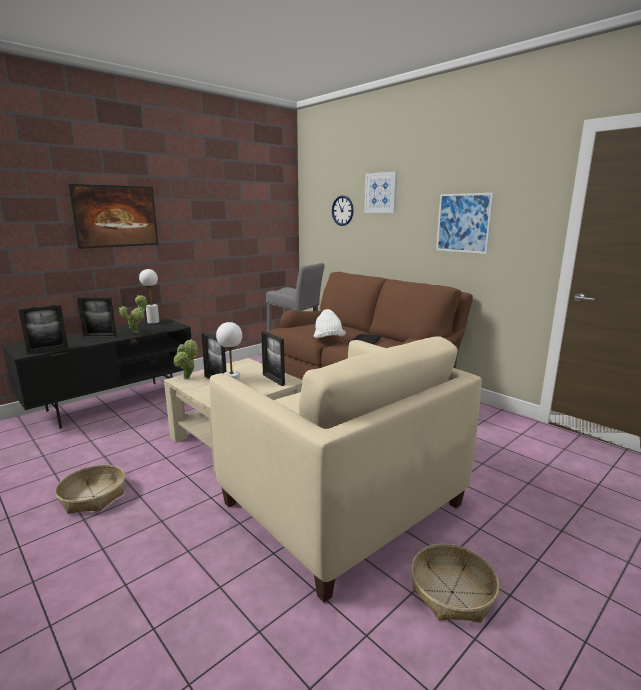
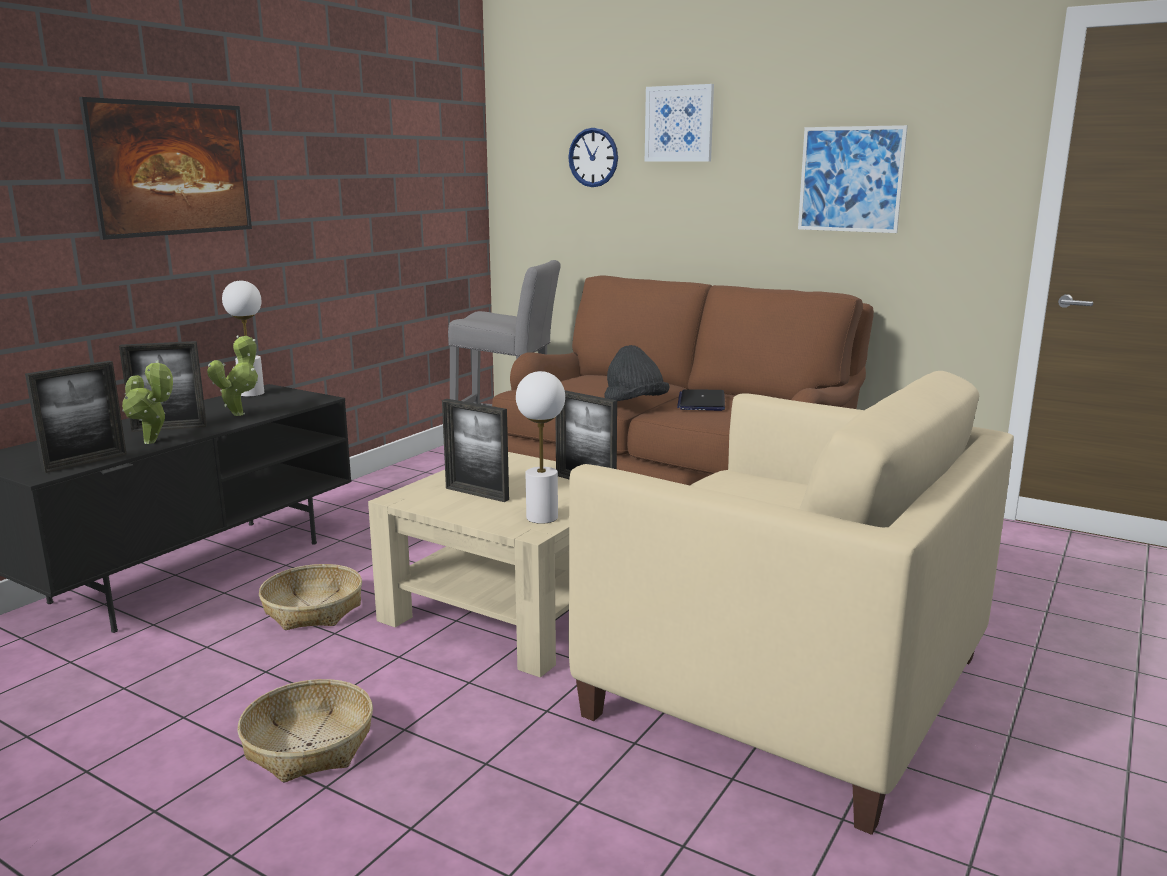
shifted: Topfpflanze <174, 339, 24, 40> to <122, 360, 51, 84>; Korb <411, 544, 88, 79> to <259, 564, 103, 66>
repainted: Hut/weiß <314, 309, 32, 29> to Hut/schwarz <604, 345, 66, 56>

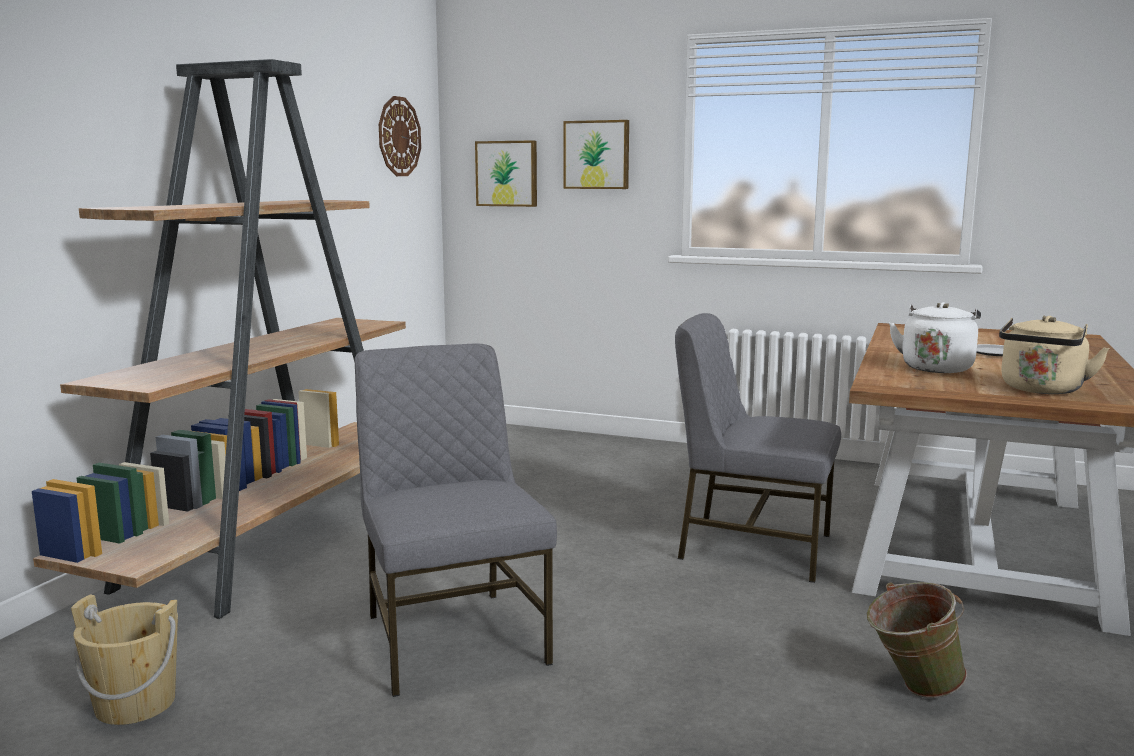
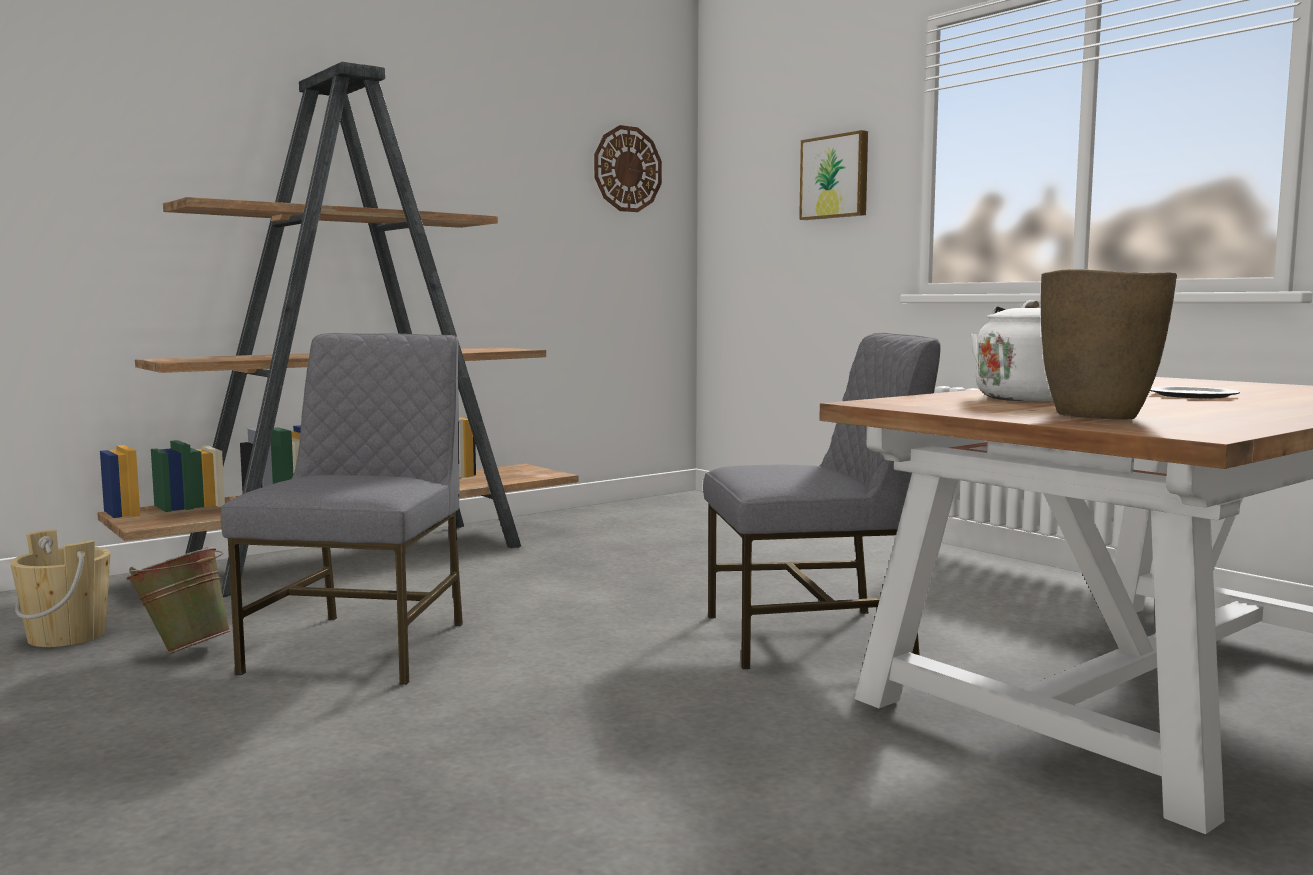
gone: Bild <475, 140, 62, 67>
shifted: Eimer/grün <867, 582, 100, 116> to <126, 547, 105, 107>
swapped: Wasserkessel/beige <999, 316, 111, 78> to Vase/braun <1041, 269, 136, 151>
rotated: Stuhl/grau <675, 313, 166, 270> = <703, 333, 238, 336> 120 degrees clockwise

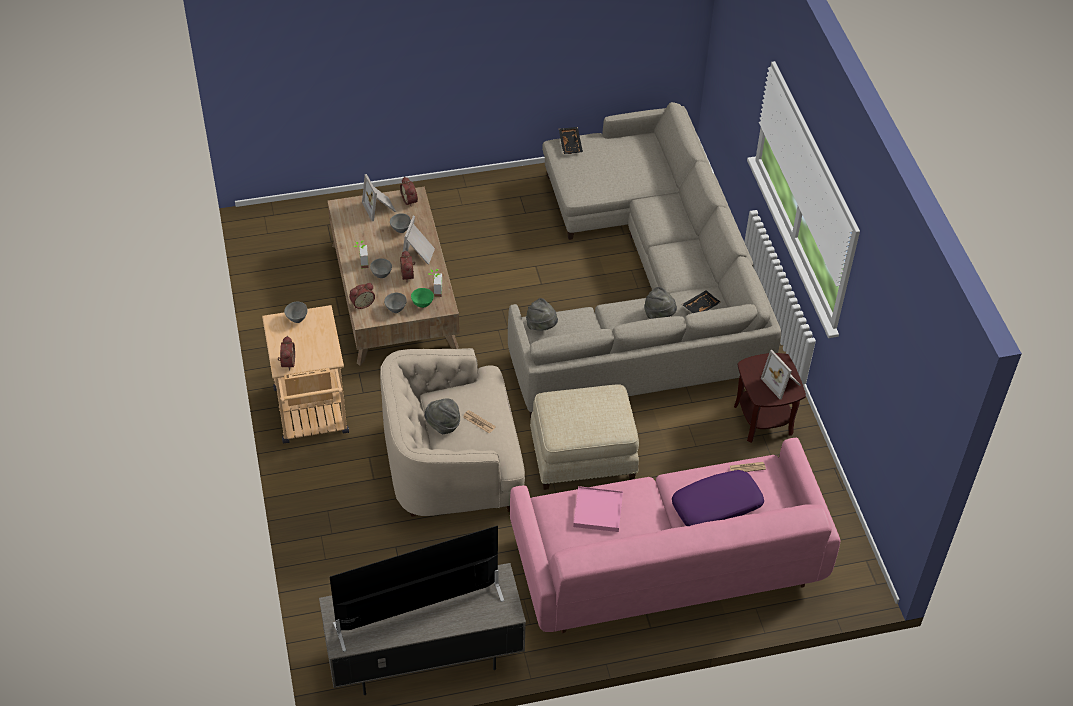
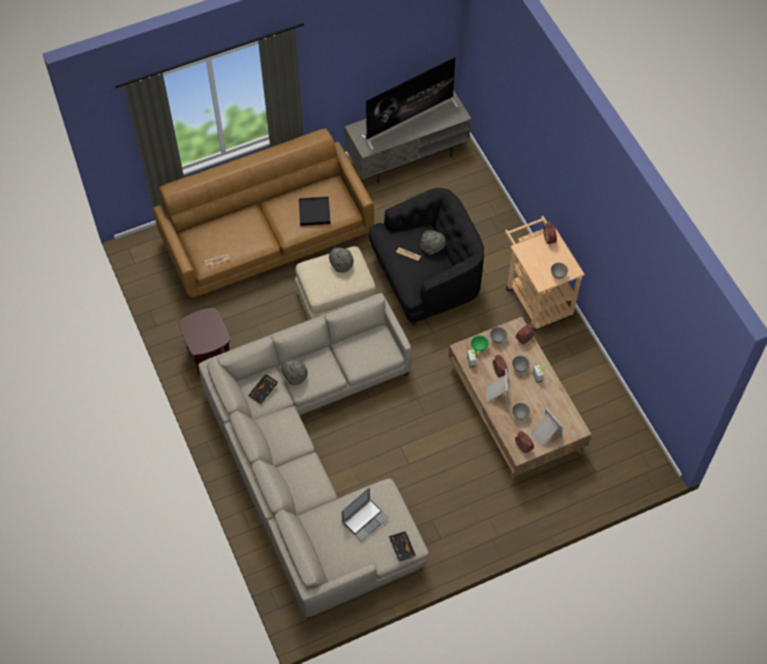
gone: Kissen/lila <672, 470, 92, 56>; Bilderrahmen <761, 350, 40, 50>
new: Laptop <341, 487, 48, 55>
shifted: Hut/grau <526, 298, 32, 33> to <329, 247, 25, 25>
repainted: Sessel/beige <380, 348, 145, 169> to Sessel/schwarz <369, 188, 115, 138>; Sofa/rosa <510, 438, 330, 195> to Sofa/braun <153, 128, 221, 169>; Tablett/rosa <573, 486, 50, 46> to Tablett/schwarz <299, 197, 32, 29>

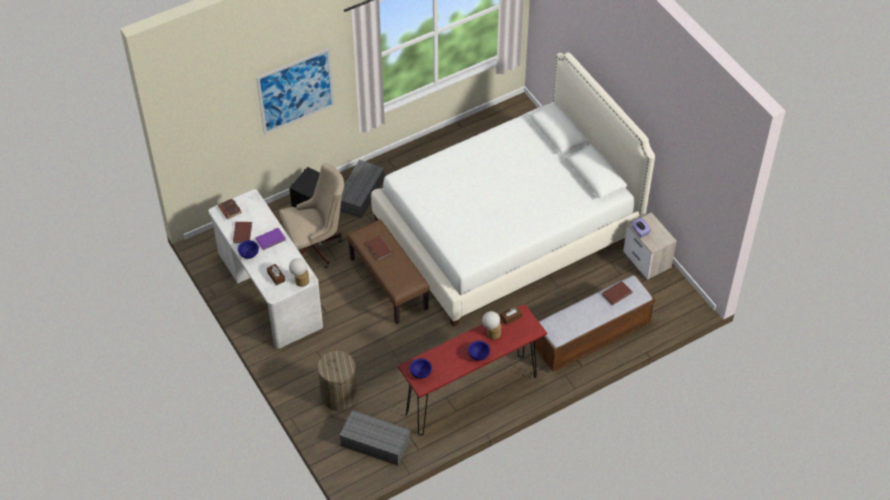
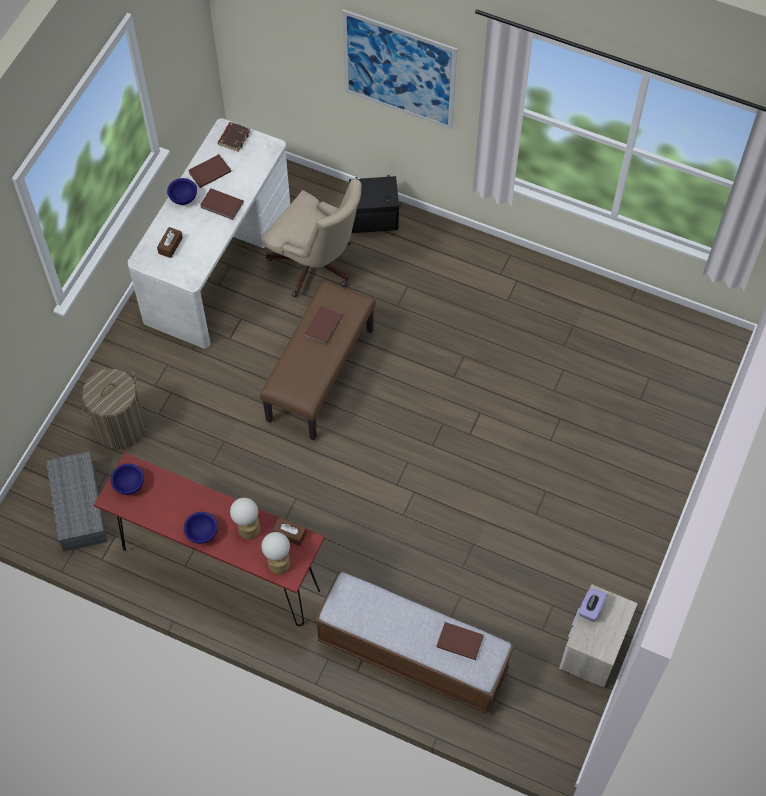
gone: Aufbewahrungsbox/grau <340, 160, 44, 58>; Bett/weiß <371, 53, 284, 274>
shifted: Tischlampe <289, 258, 20, 29> to <262, 532, 28, 43>
repainted: Buch/lila <256, 228, 30, 22> to Buch/braun <200, 188, 43, 32>

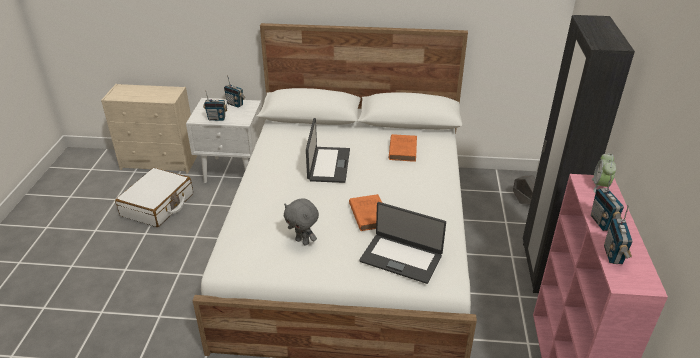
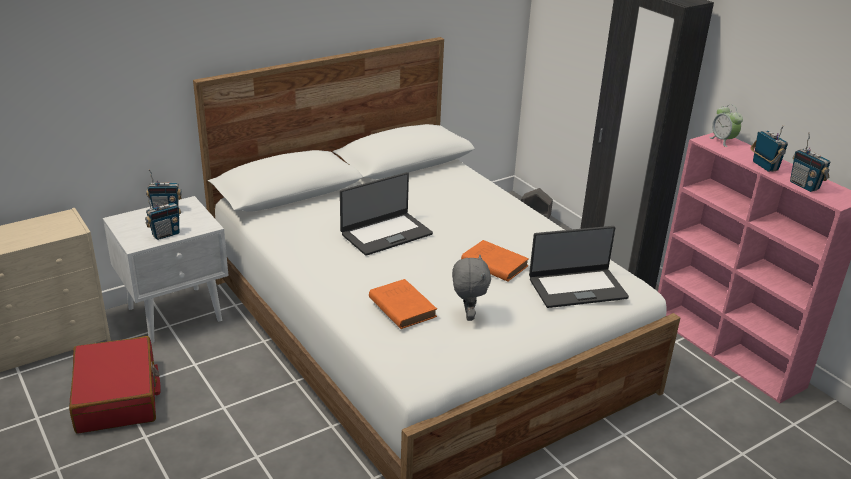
shifted: Buch/orange <389, 134, 28, 28> to <369, 279, 68, 50>
repainted: Koffer/weiß <115, 168, 78, 59> to Koffer/rot <69, 336, 92, 98>
rotated: Plüschtier/grau <284, 198, 35, 48> = <452, 255, 39, 66> 90 degrees counterclockwise; Laptop <306, 118, 44, 65> = <340, 172, 93, 84> 90 degrees clockwise; Radio <591, 174, 33, 57> = <750, 125, 38, 47> 150 degrees counterclockwise

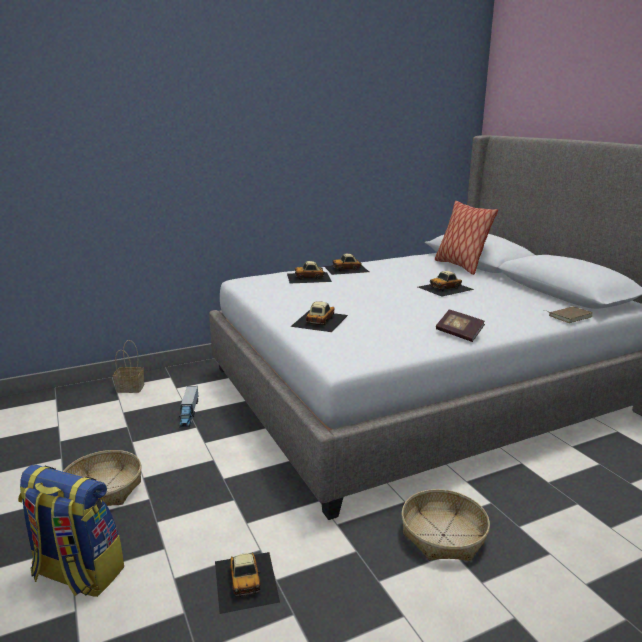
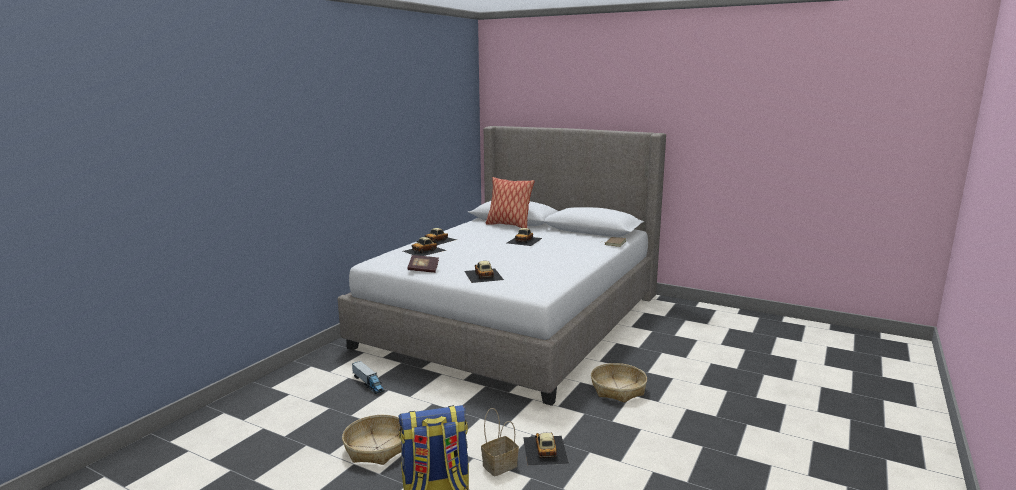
shifted: Korb <113, 340, 31, 53> to <481, 408, 38, 68>; Buch <436, 310, 49, 32> to <407, 255, 32, 18>
rotated: Spielzeugauto <215, 552, 65, 62> = <523, 433, 46, 32> 135 degrees counterclockwise

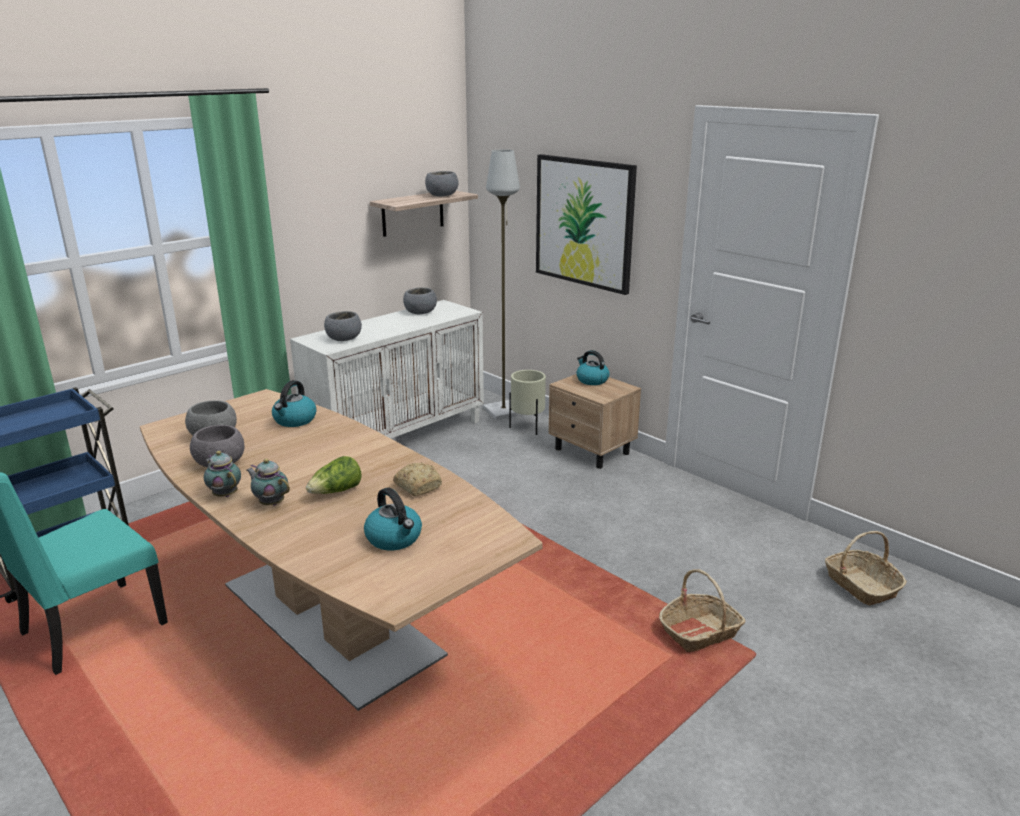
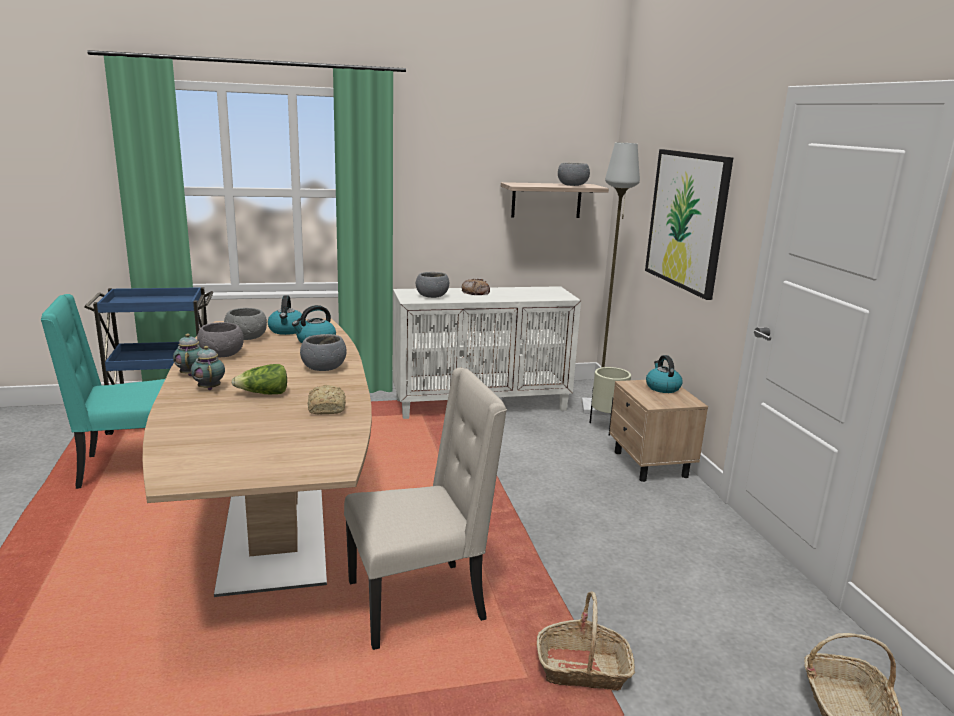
new: Stuhl/beige <344, 368, 163, 282>; Brot <461, 279, 29, 16>
shifted: Wasserkessel <364, 488, 58, 62> to <268, 295, 38, 40>; Schüssel/grau <403, 287, 34, 27> to <300, 334, 47, 37>

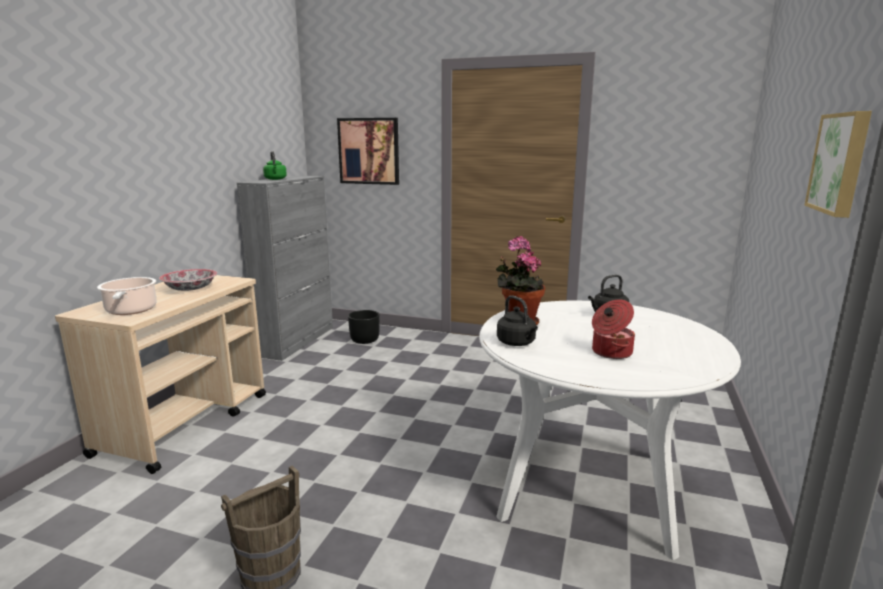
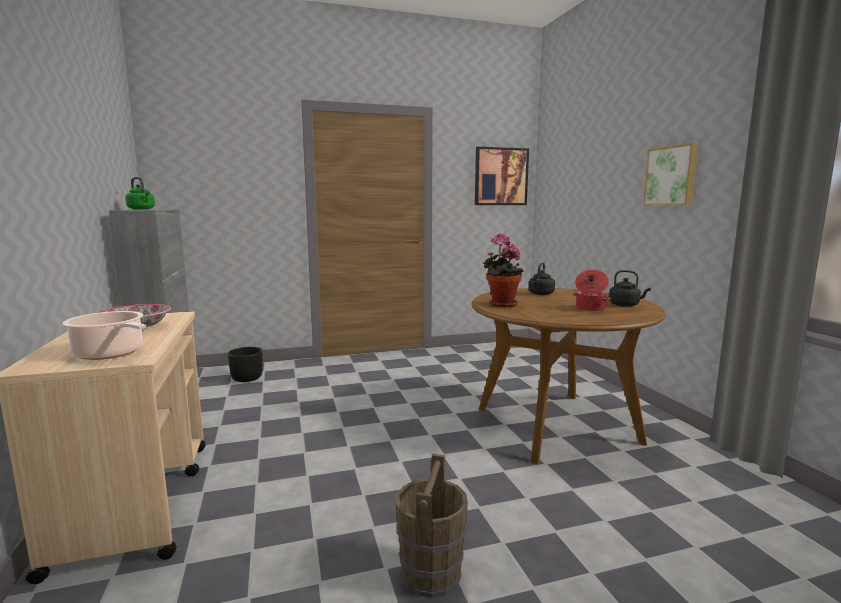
shifted: Bild <337, 118, 62, 67> to <475, 147, 54, 58>; Wasserkessel/schwarz <497, 295, 41, 51> to <609, 270, 42, 37>
repainted: Esstisch/weiß <479, 301, 262, 259> to Esstisch/braun <471, 288, 195, 176>

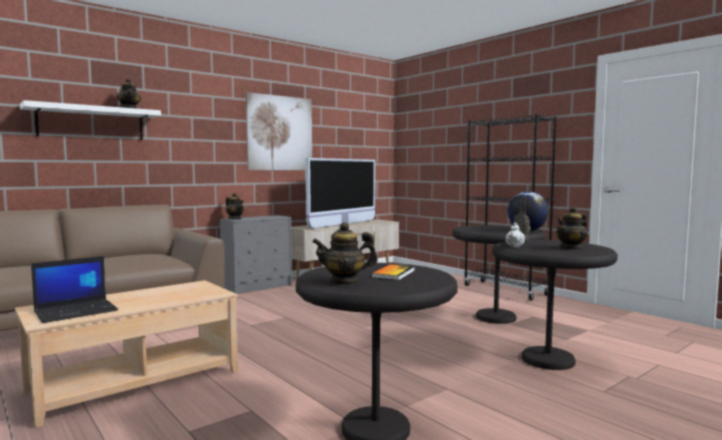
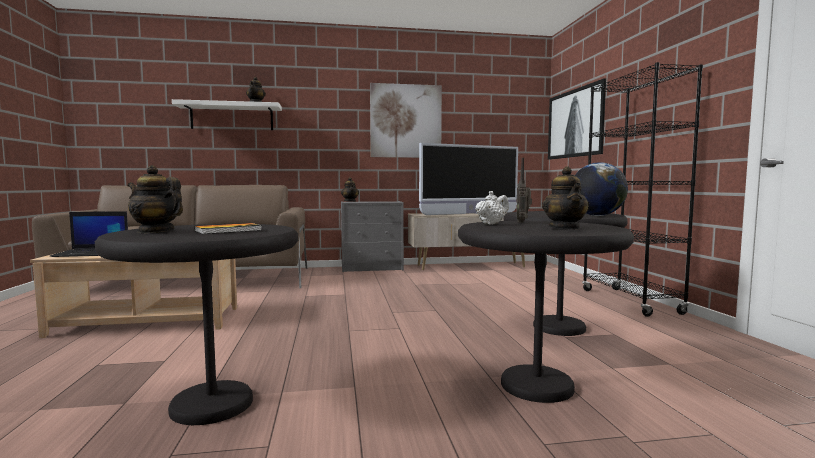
new: Bild <548, 78, 58, 82>
rotated: Teekanne <556, 206, 31, 44> = <542, 167, 47, 63> 90 degrees counterclockwise

